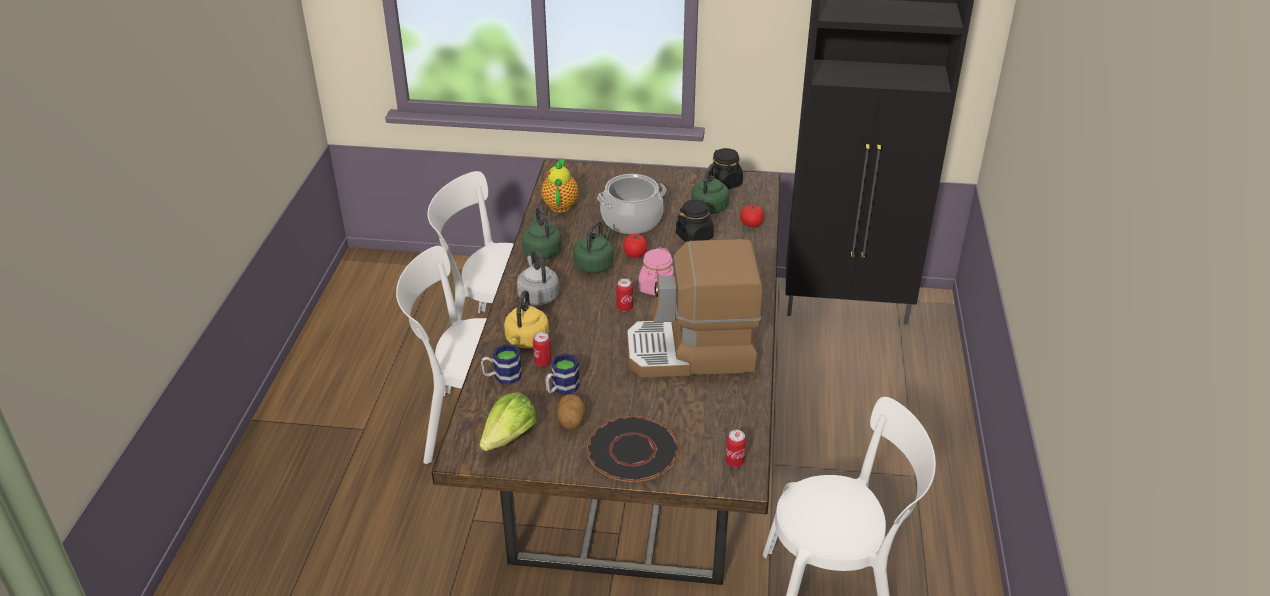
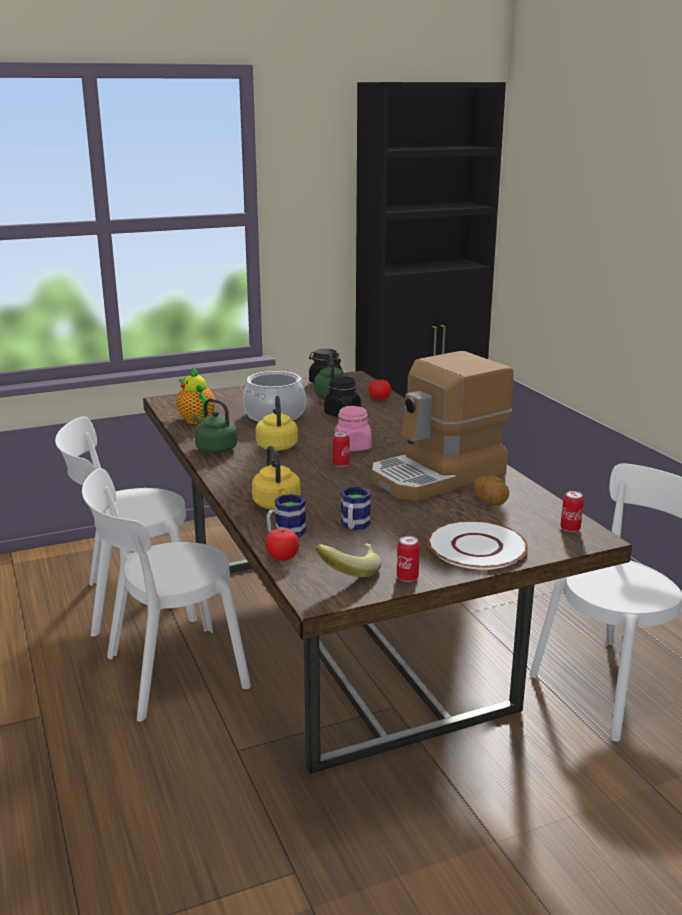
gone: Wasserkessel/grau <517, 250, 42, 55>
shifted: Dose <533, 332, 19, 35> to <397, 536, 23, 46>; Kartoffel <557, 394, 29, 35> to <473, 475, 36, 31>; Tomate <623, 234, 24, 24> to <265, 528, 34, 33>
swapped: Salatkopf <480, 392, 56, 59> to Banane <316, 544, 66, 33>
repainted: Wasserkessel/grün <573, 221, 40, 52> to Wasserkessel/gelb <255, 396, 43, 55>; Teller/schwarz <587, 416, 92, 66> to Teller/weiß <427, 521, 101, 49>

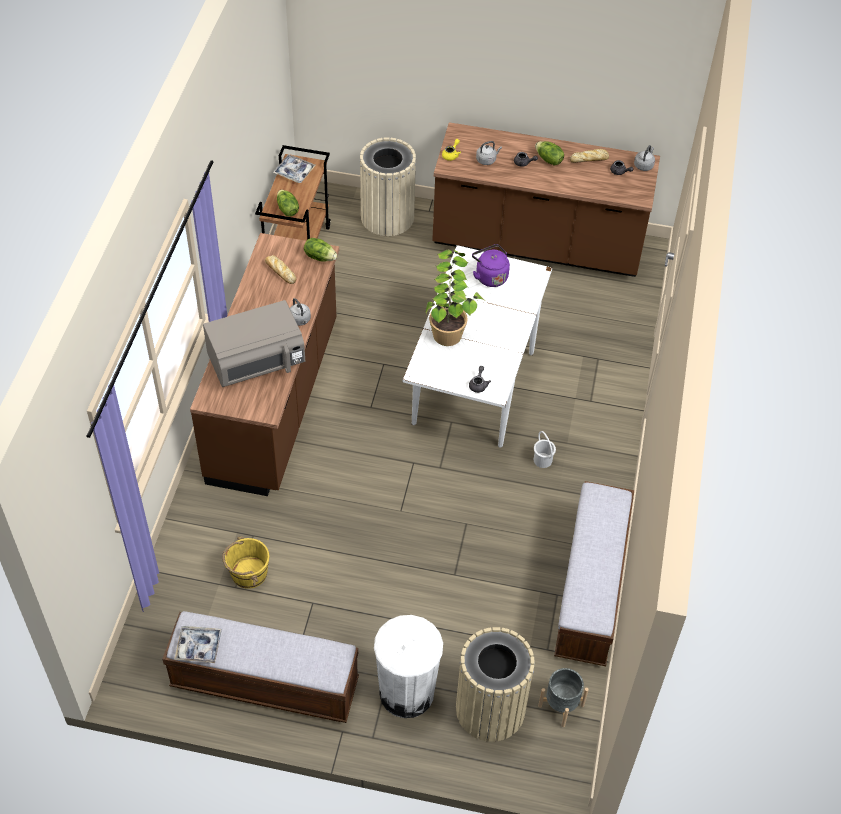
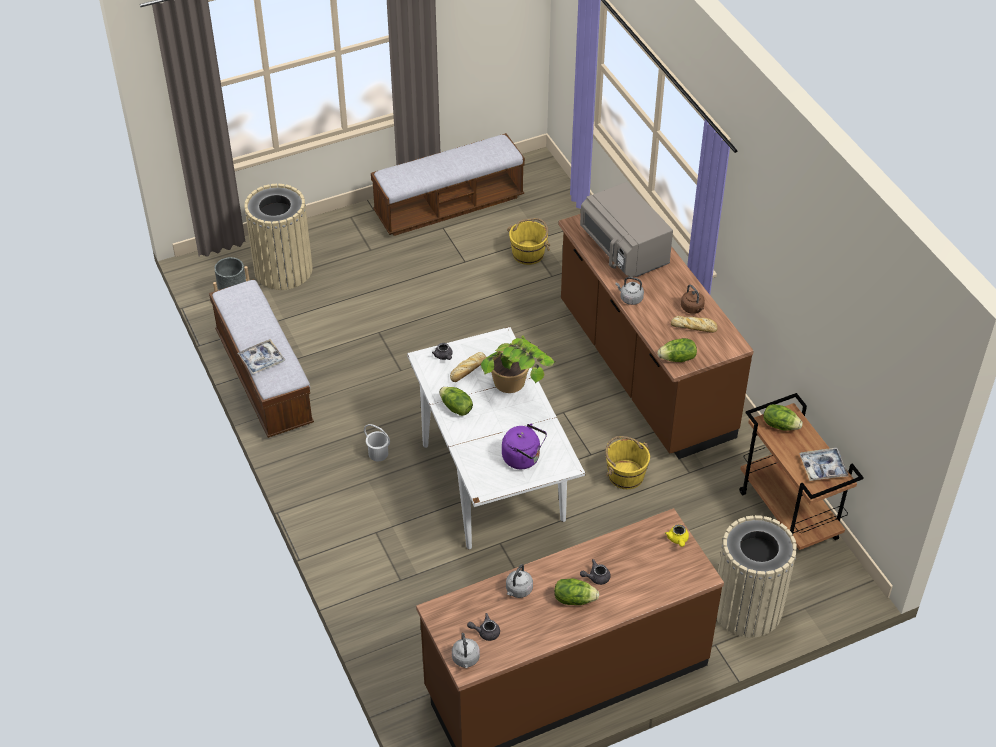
gone: Mülleimer/weiß <374, 615, 69, 103>
new: Salatkopf <439, 387, 34, 29>; Eimer/gelb <605, 436, 45, 53>; Wasserkessel/braun <681, 285, 24, 29>
shifted: Tablett <174, 626, 48, 37> to <238, 339, 47, 36>; Wasserkessel/grau <476, 141, 26, 24> to <506, 564, 27, 34>; Brot <570, 149, 39, 14> to <450, 352, 36, 30>
rotated: Mikrowelle/grau <203, 300, 102, 87> = <580, 182, 93, 95> 60 degrees counterclockwise

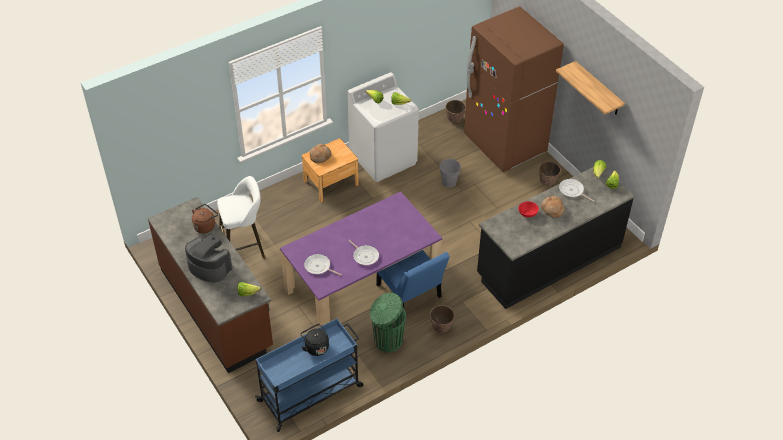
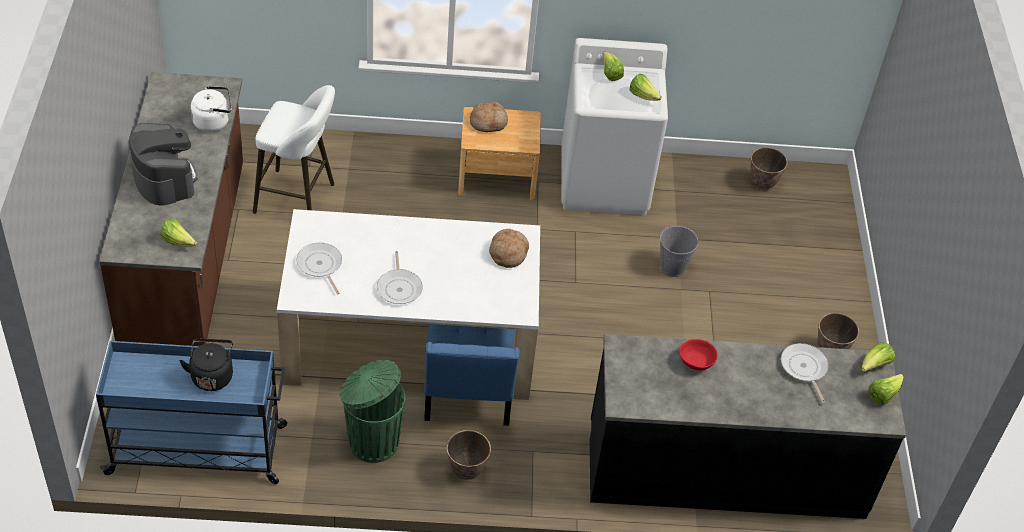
gone: Kühlschrank/braun <464, 6, 100, 166>; Wandregal <556, 61, 69, 54>
shifted: Brot <541, 196, 24, 22> to <489, 229, 40, 39>
repainted: Wasserkessel/braun <192, 204, 26, 29> to Wasserkessel/weiß <190, 86, 42, 46>; Esstisch/lila <280, 192, 162, 136> to Esstisch/weiß <277, 209, 263, 191>

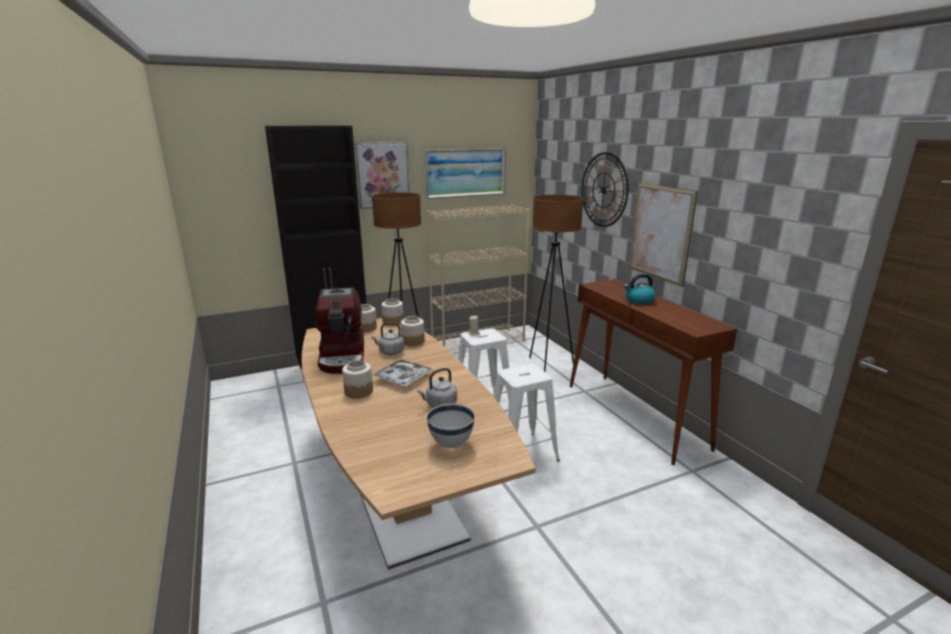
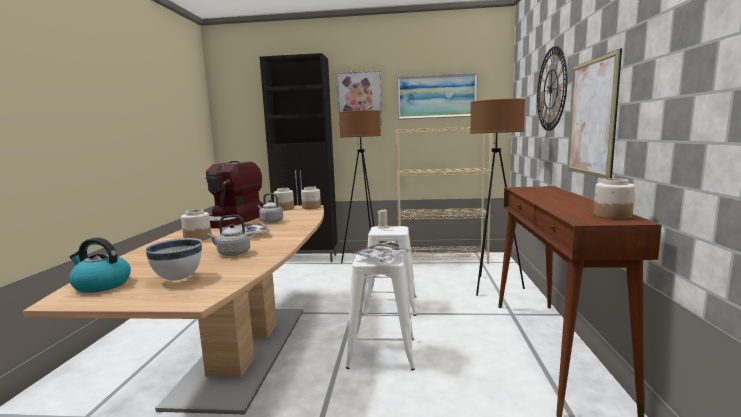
new: Tablett <353, 243, 59, 18>
shifted: Vorratsglas <401, 316, 24, 30> to <594, 178, 41, 41>; Wasserkessel <624, 274, 32, 30> to <69, 238, 62, 55>

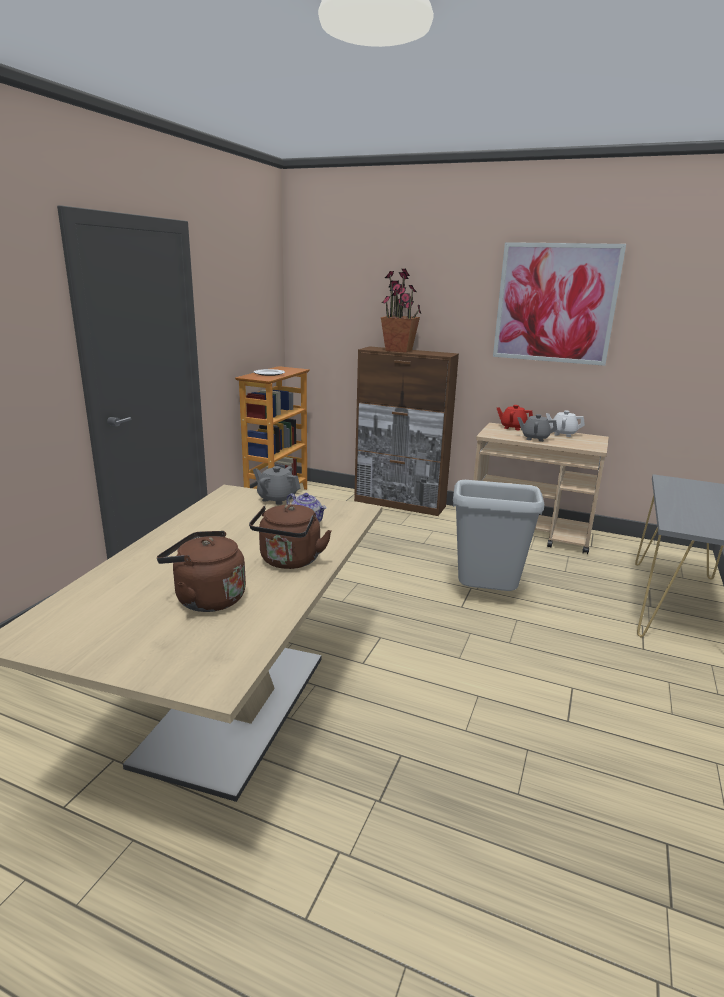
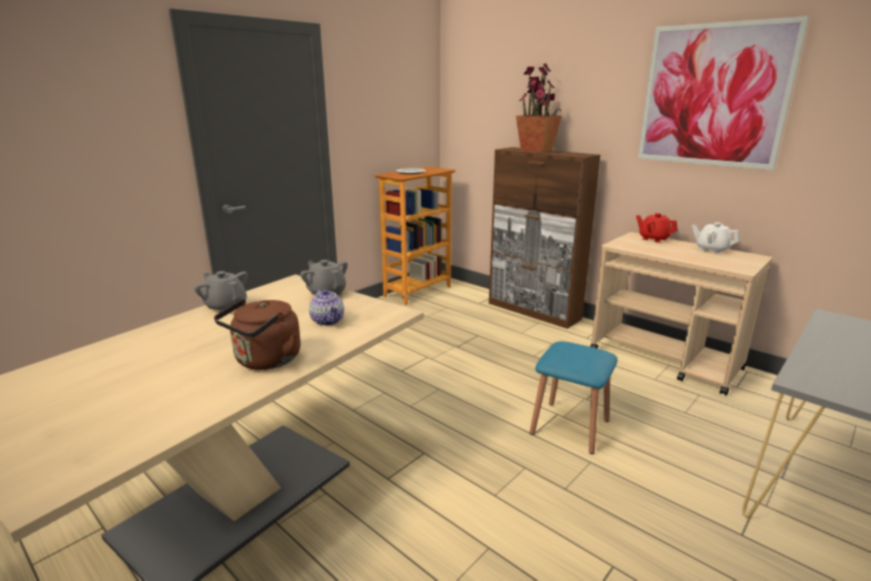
gone: Wasserkessel/braun <157, 531, 89, 81>
shifted: Teekanne/grau <518, 414, 39, 28> to <194, 271, 54, 42>
swapped: Mülleimer/grau <453, 480, 91, 111> to Hocker/blau <530, 341, 88, 113>

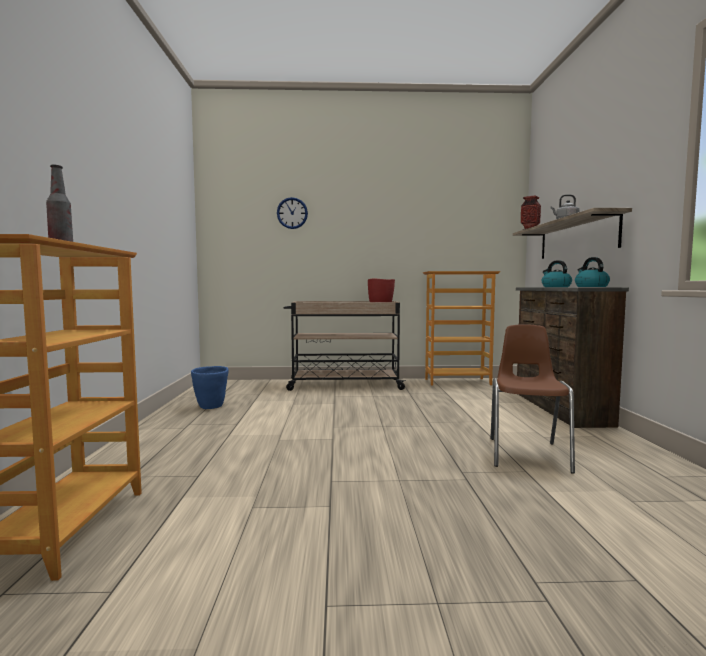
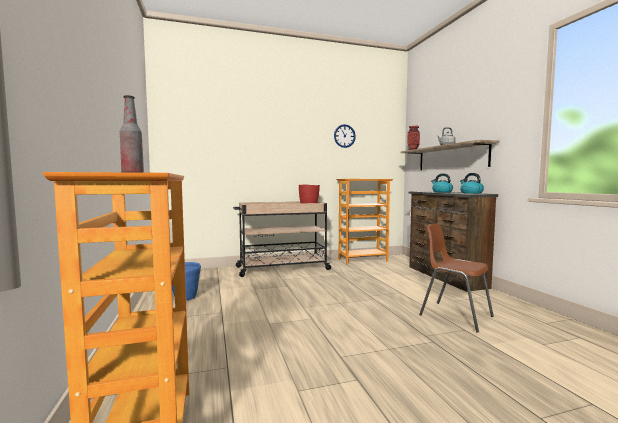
shifted: Wanduhr <277, 197, 31, 32> to <334, 124, 22, 24>
rotated: Stuhl/braun <490, 324, 85, 150> = <419, 223, 75, 110> 45 degrees counterclockwise

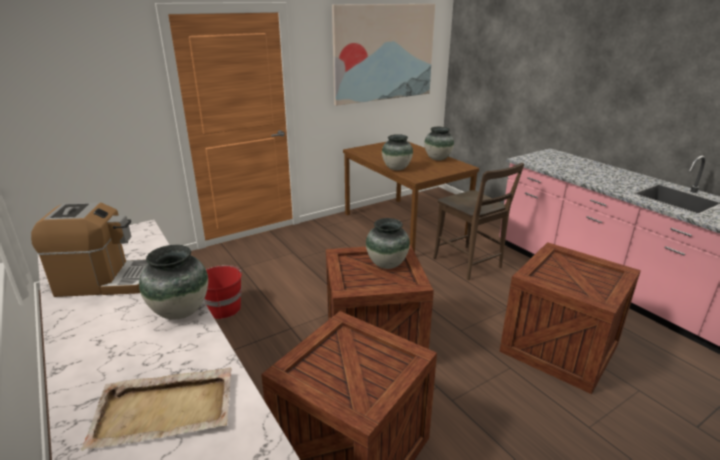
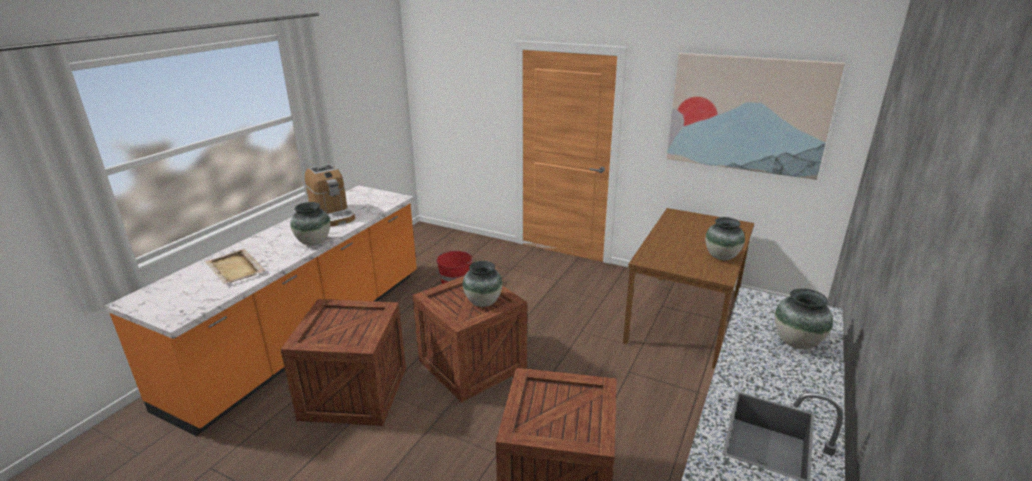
gone: Stuhl/braun <433, 163, 91, 117>
shifted: Vase <382, 134, 31, 36> to <775, 288, 58, 61>

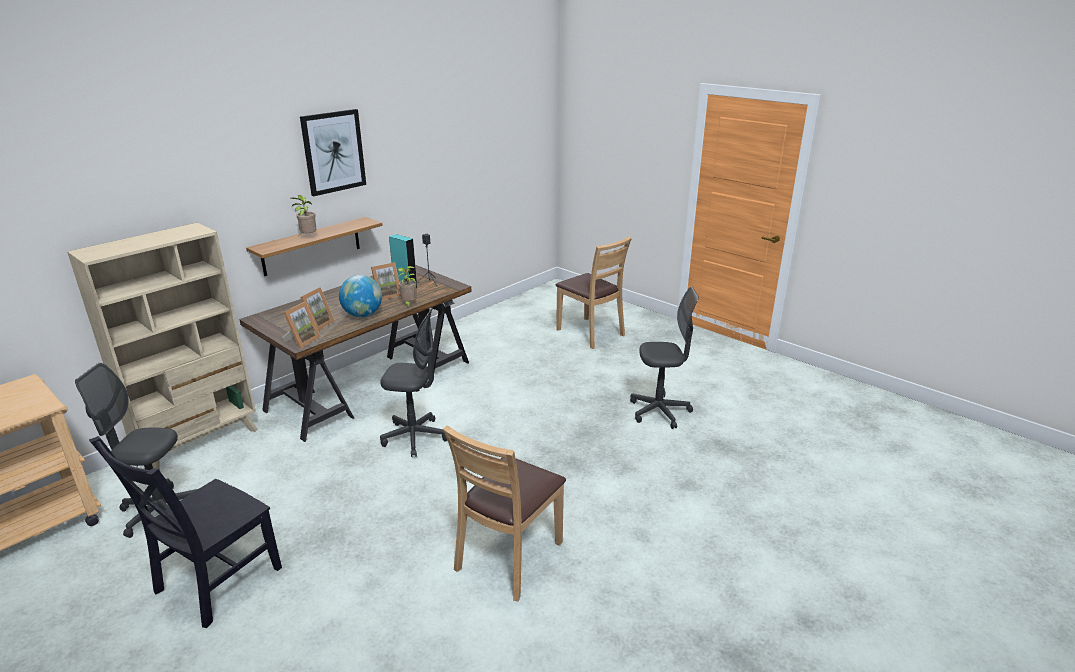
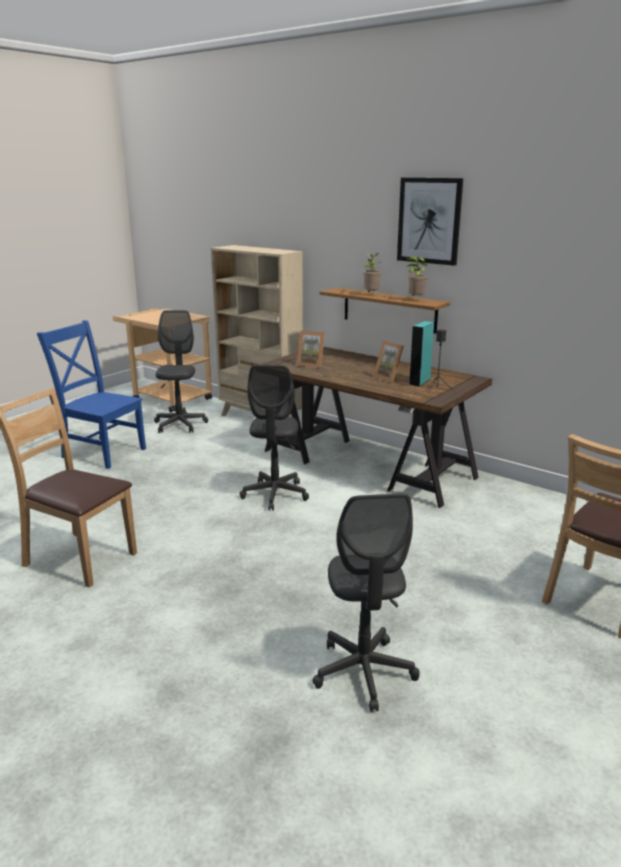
gone: Bilderrahmen <282, 302, 39, 47>; Globus <339, 275, 43, 42>
shifted: Topfpflanze <397, 266, 20, 41> to <405, 256, 23, 44>
repainted: Stuhl/schwarz <89, 436, 193, 192> to Stuhl/blau <37, 320, 109, 149>

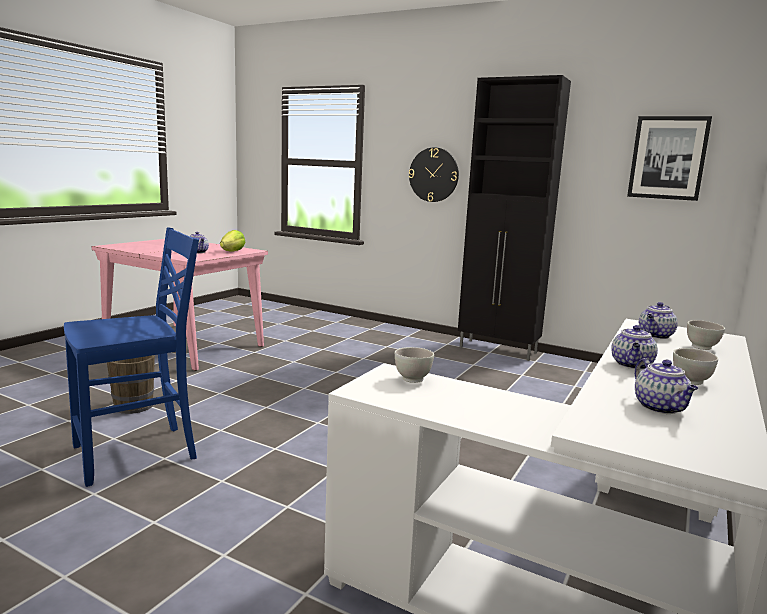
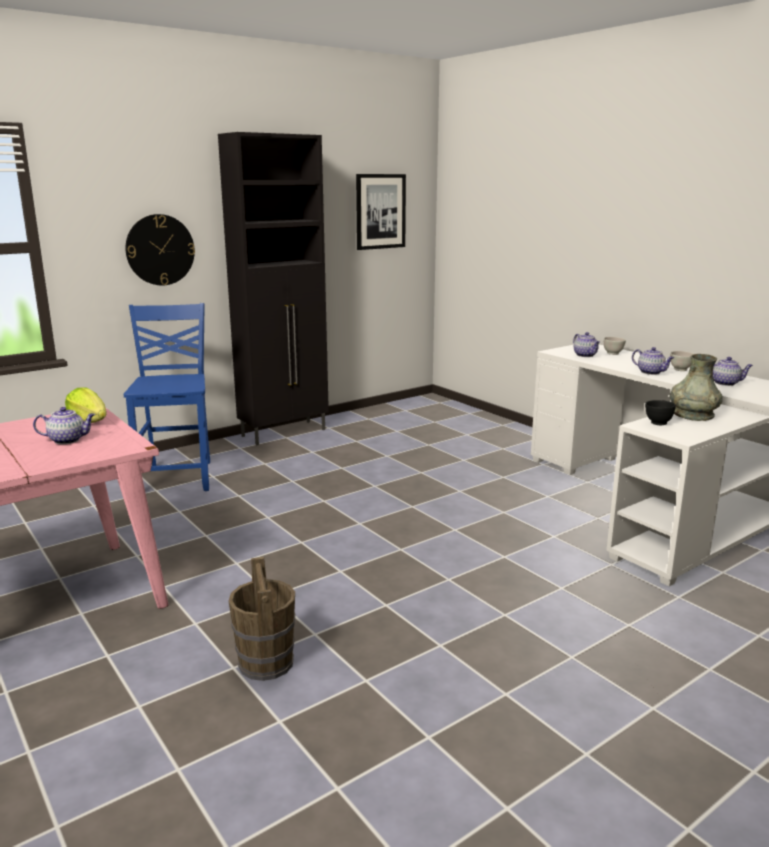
new: Vase/grau <670, 354, 52, 67>
shifted: Stuhl/blau <64, 227, 135, 260> to <124, 303, 86, 188>
repainted: Schüssel/weiß <395, 347, 39, 36> to Schüssel/schwarz <645, 400, 31, 25>

